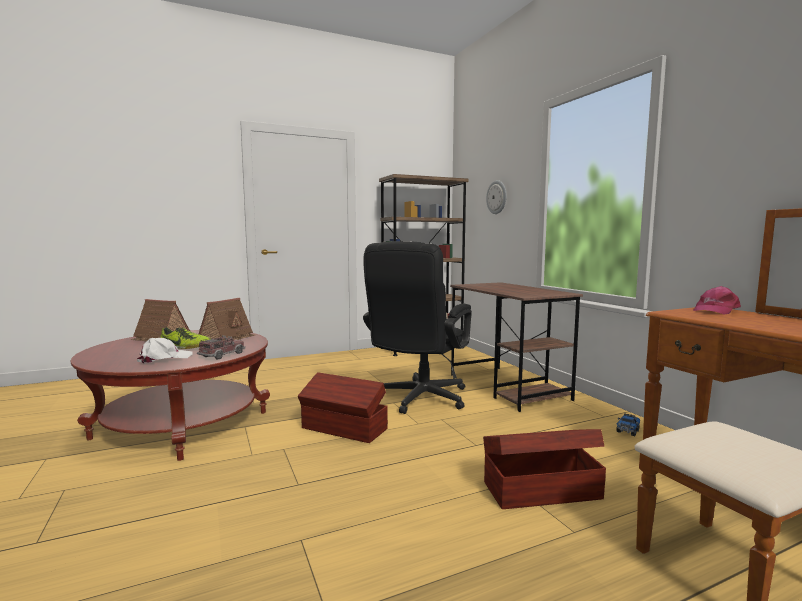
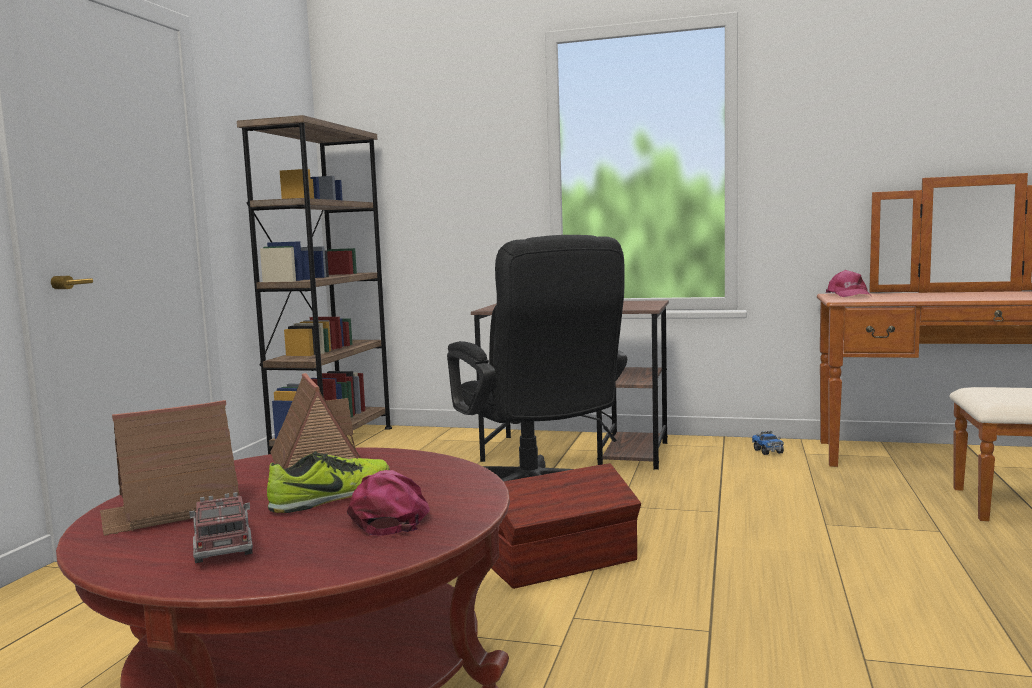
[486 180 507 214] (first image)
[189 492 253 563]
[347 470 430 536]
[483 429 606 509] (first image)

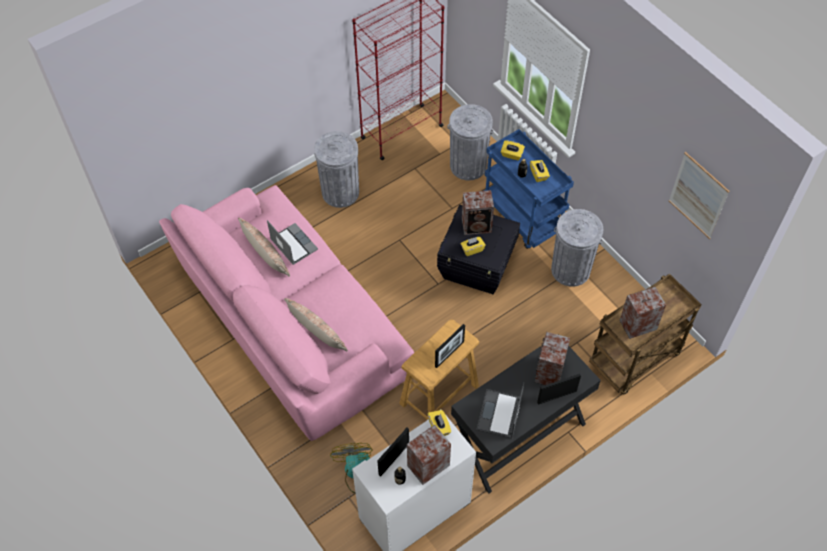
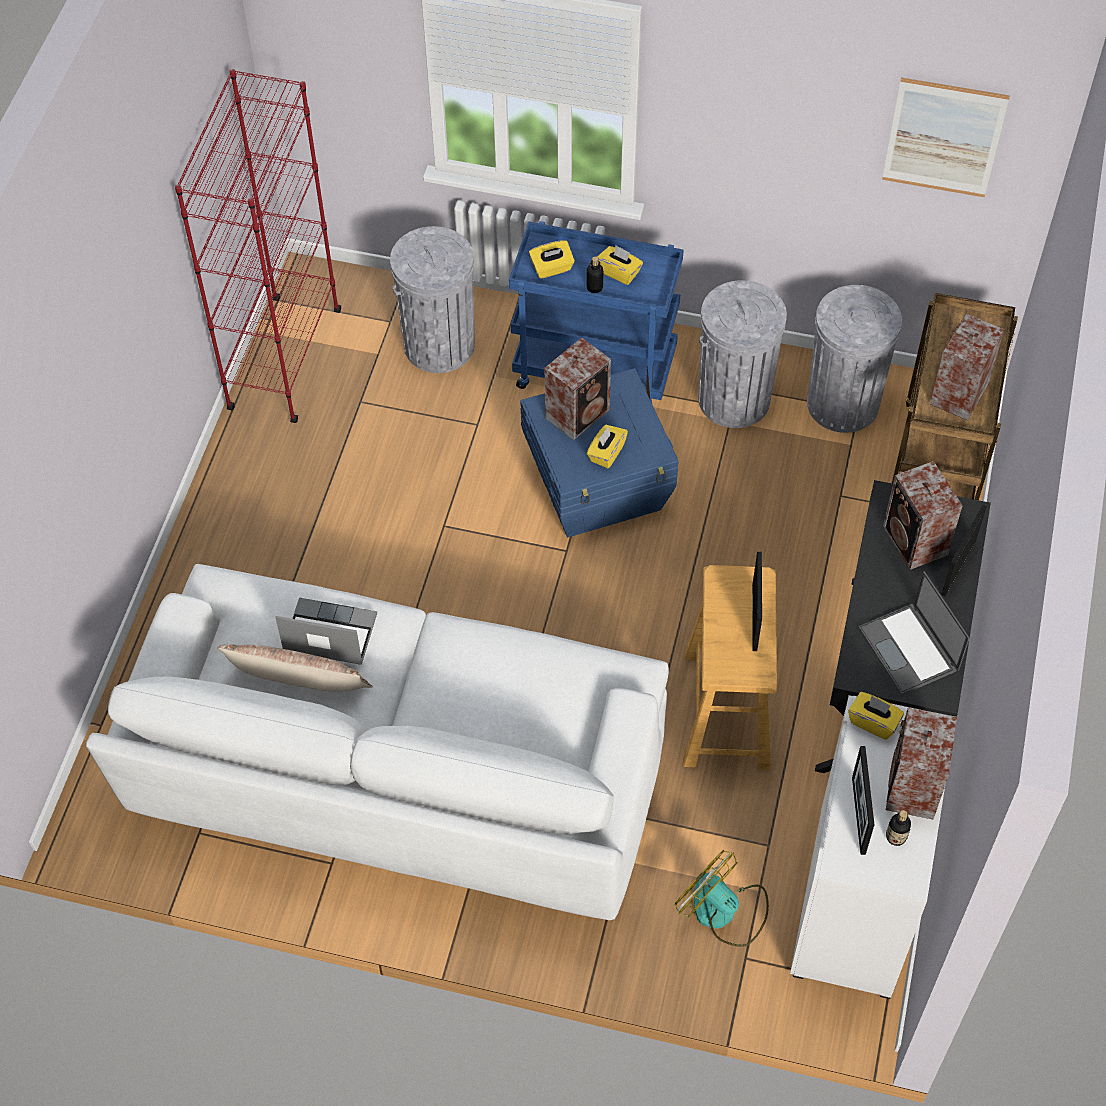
[807 285 902 433]
[86 564 669 920]
[520 368 678 537]
[284 298 348 352] (first image)

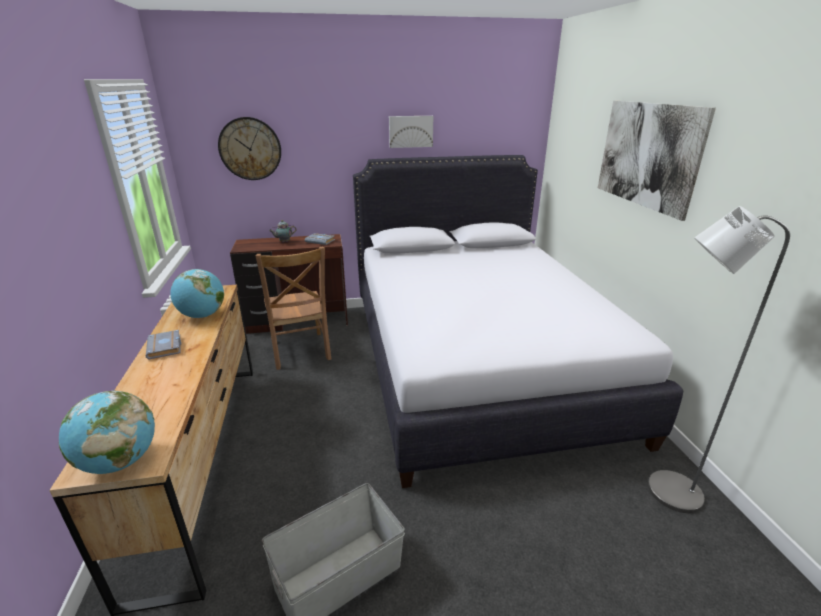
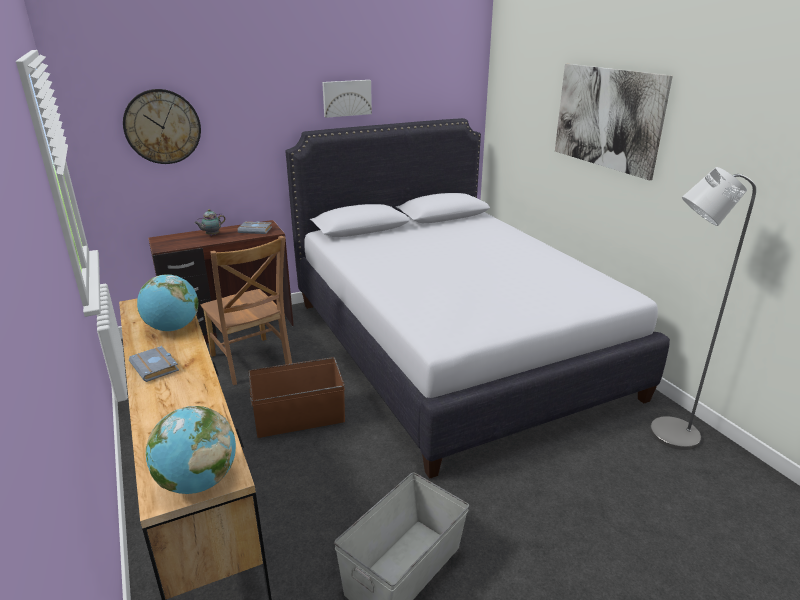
[248 357 345 438]

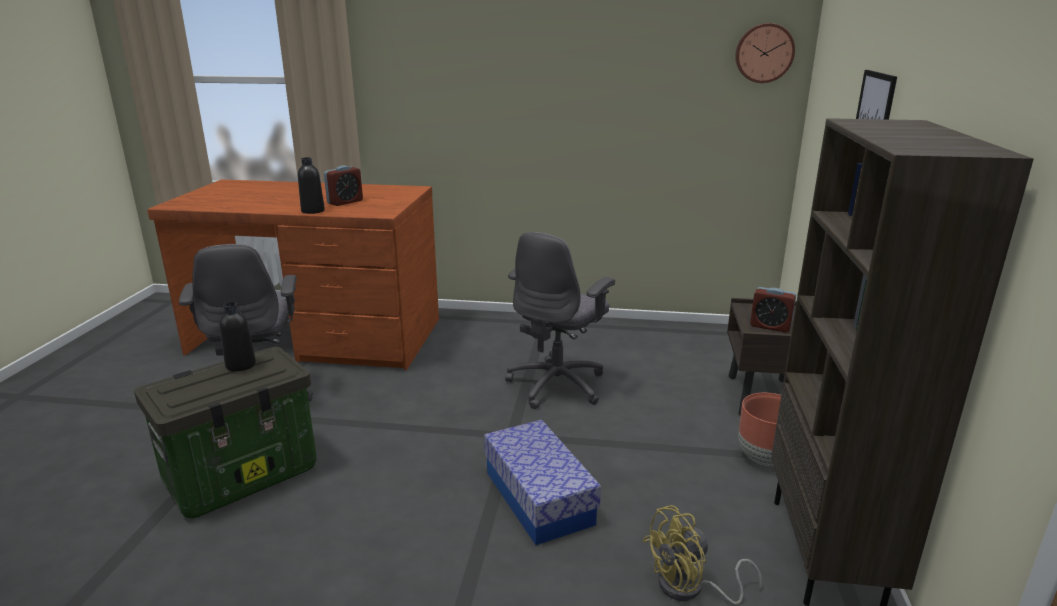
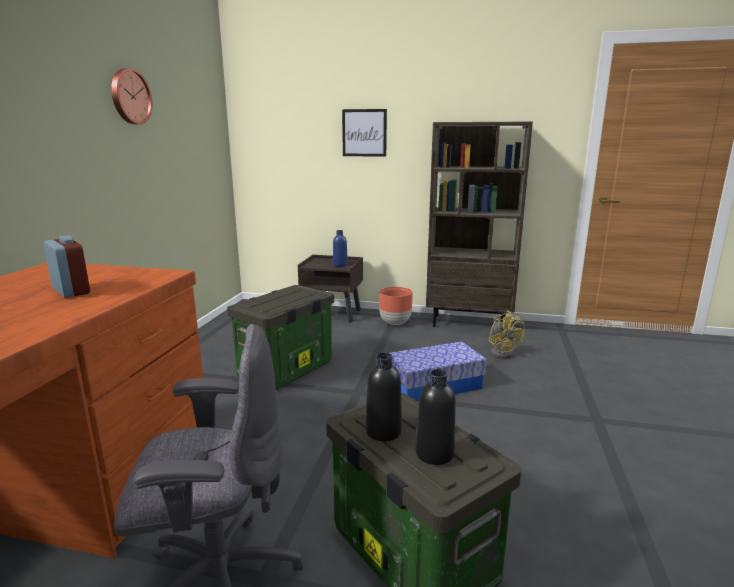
[111 68 152 124]
[415 369 456 465]
[227 285 334 390]
[333 230 348 266]

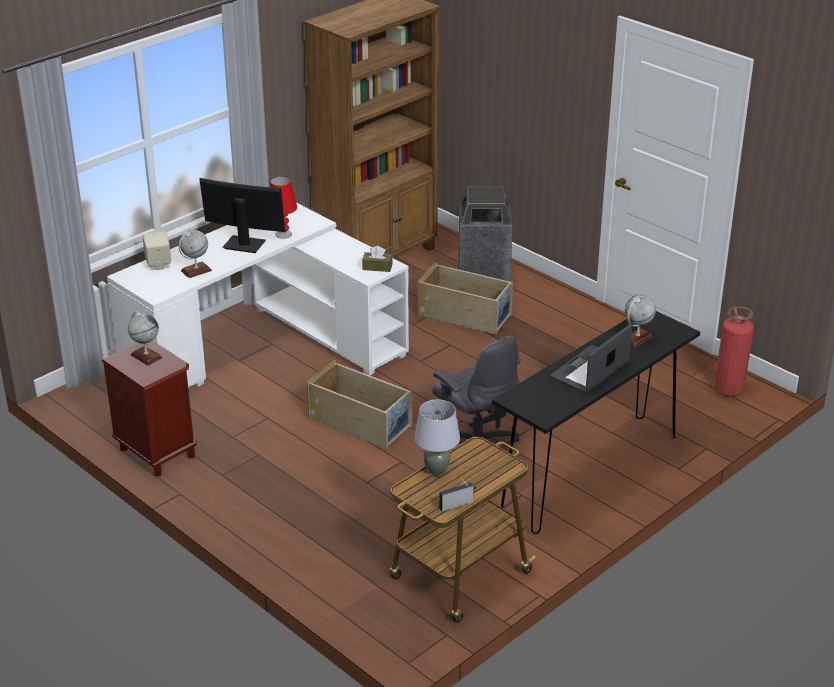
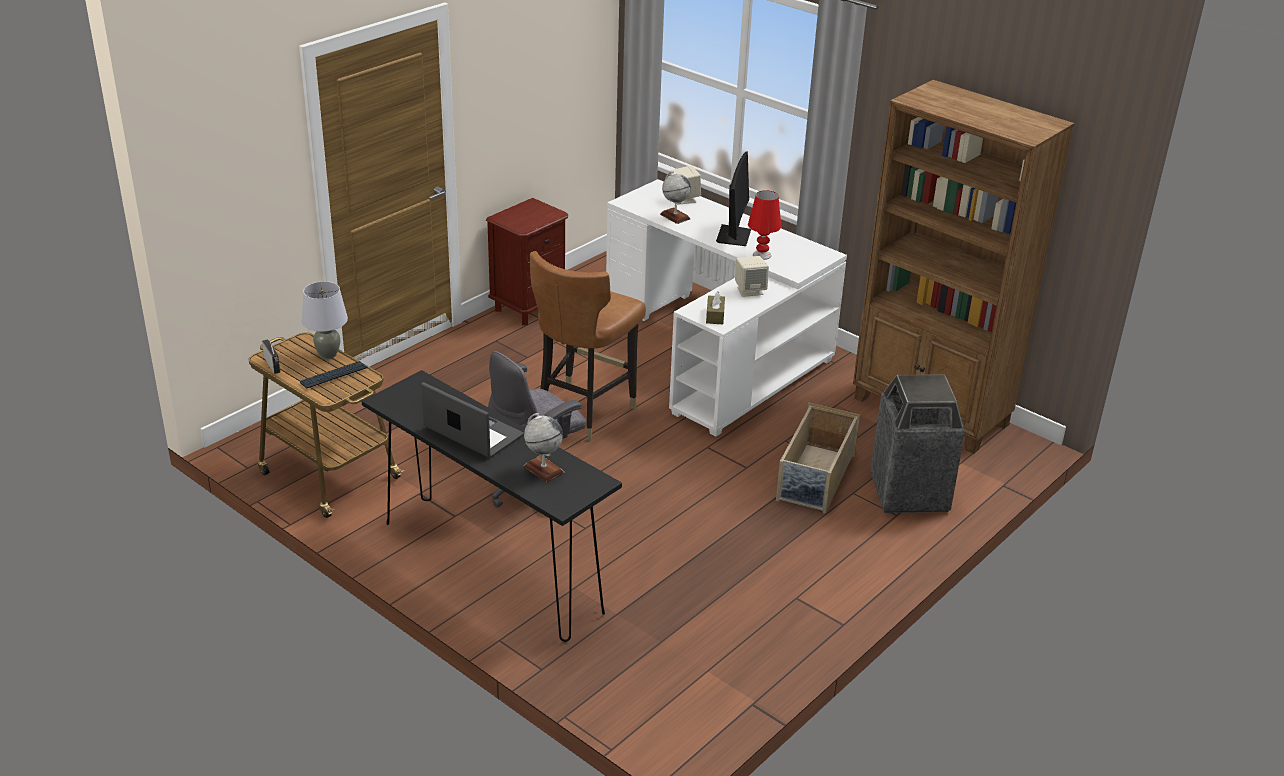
[714 306 754 396] (first image)
[128 311 163 366] (first image)
[530 251 646 441]
[735 256 769 297]
[300 361 368 389]

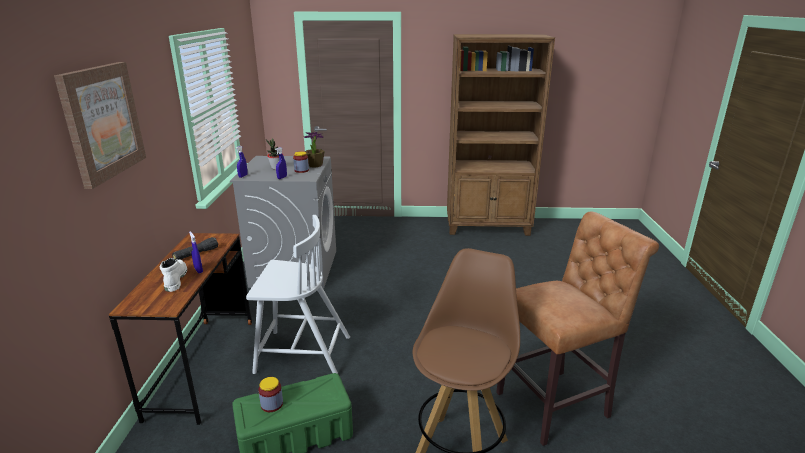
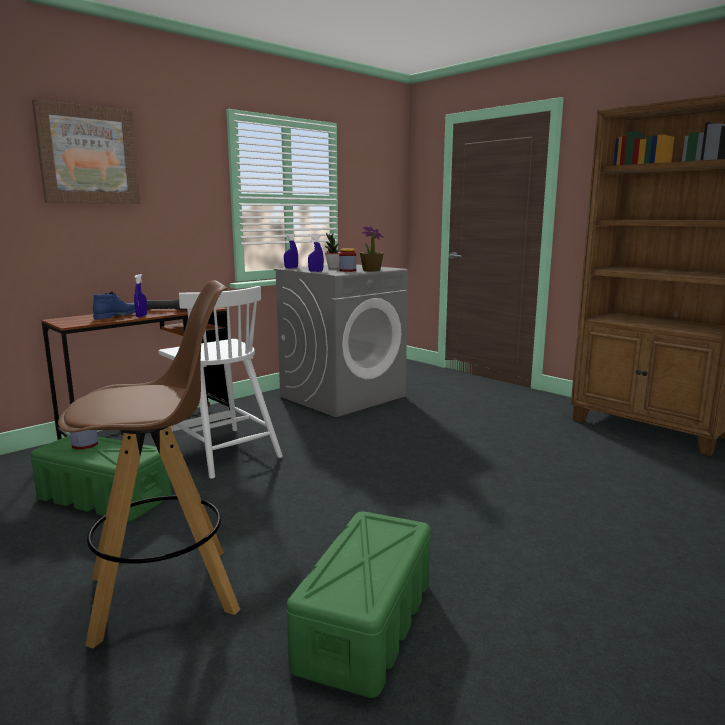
[287 511 431 698]
[93 291 135 320]

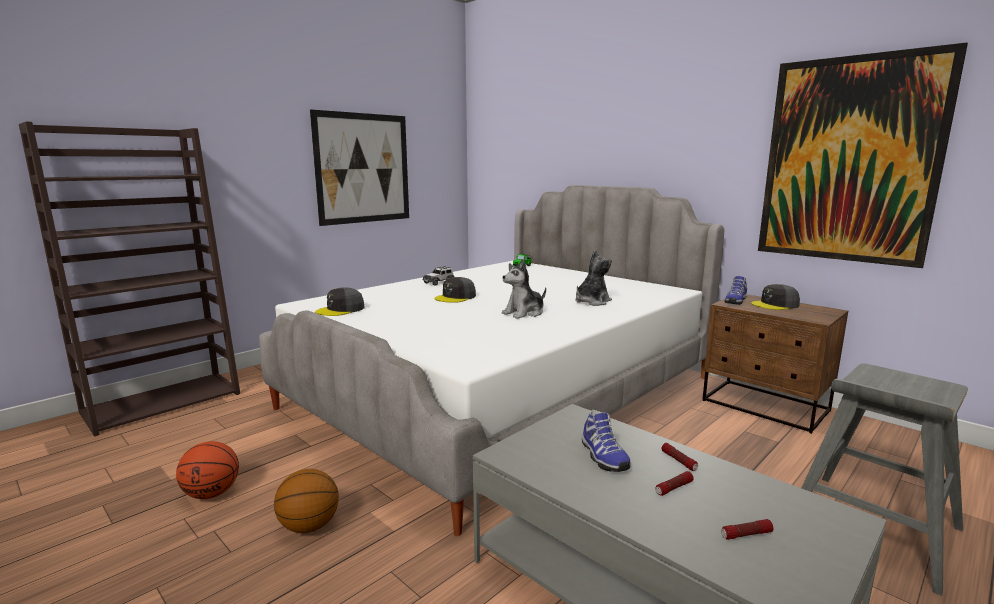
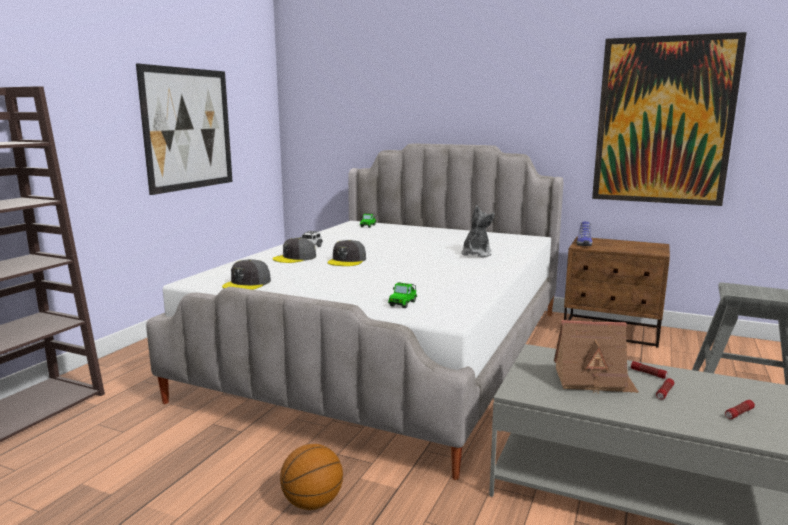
[502 259 546 319] (first image)
[272 238 316 263]
[554 320 639 393]
[176 441 239 499] (first image)
[388 282 417 308]

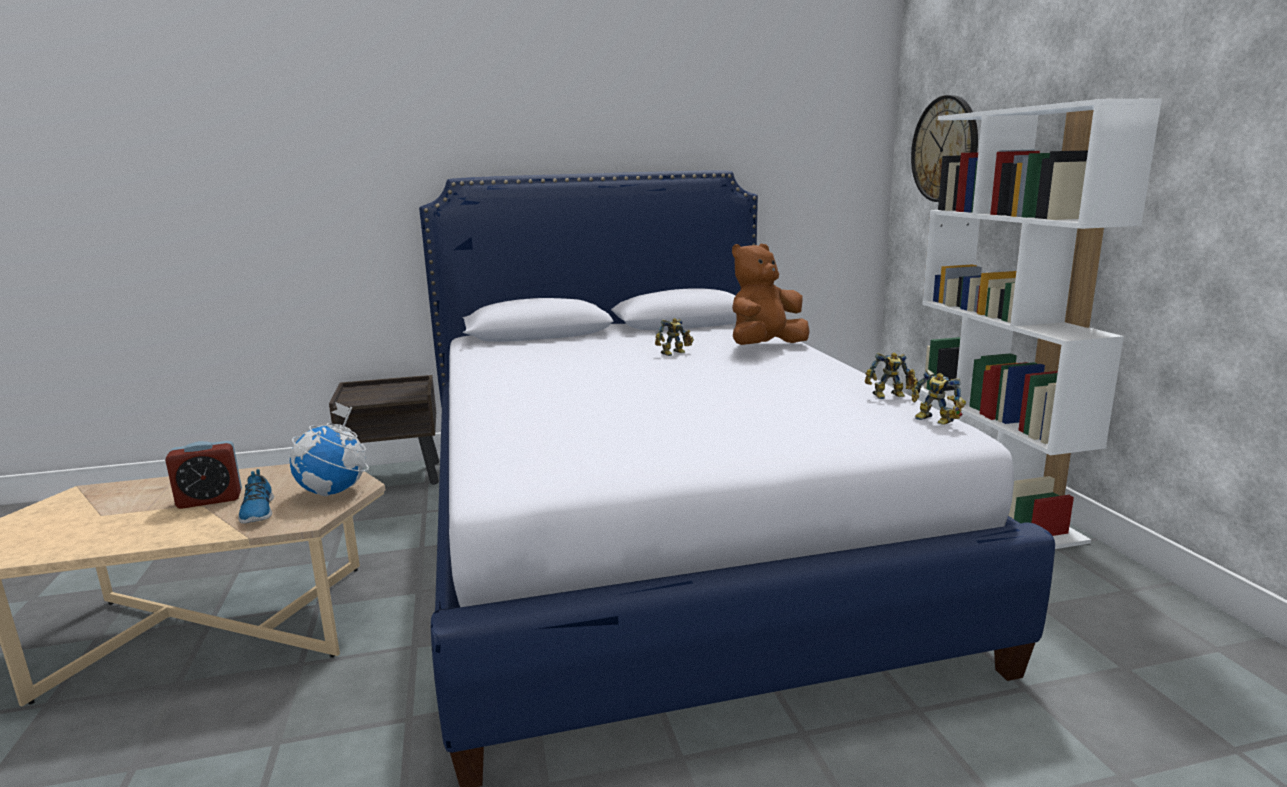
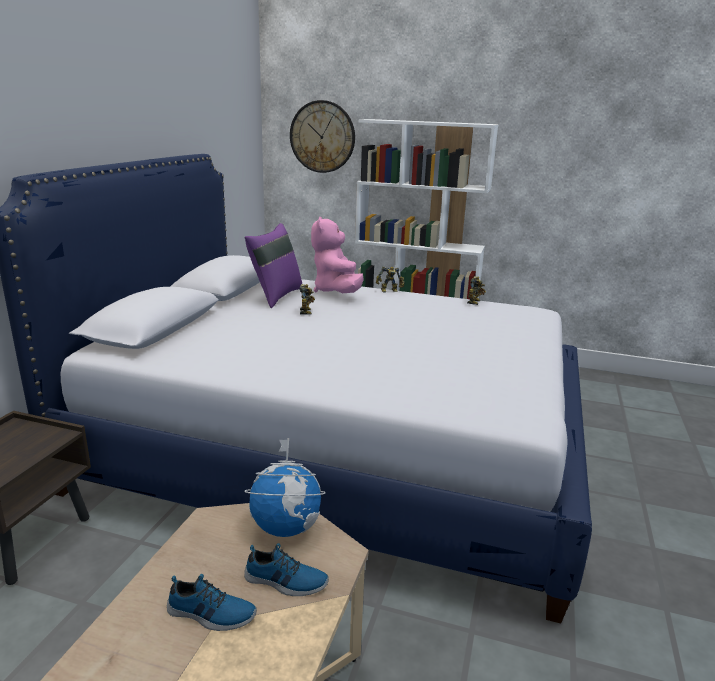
[311 217 364 293]
[376 266 404 293]
[167 574 257 631]
[245 223 302 308]

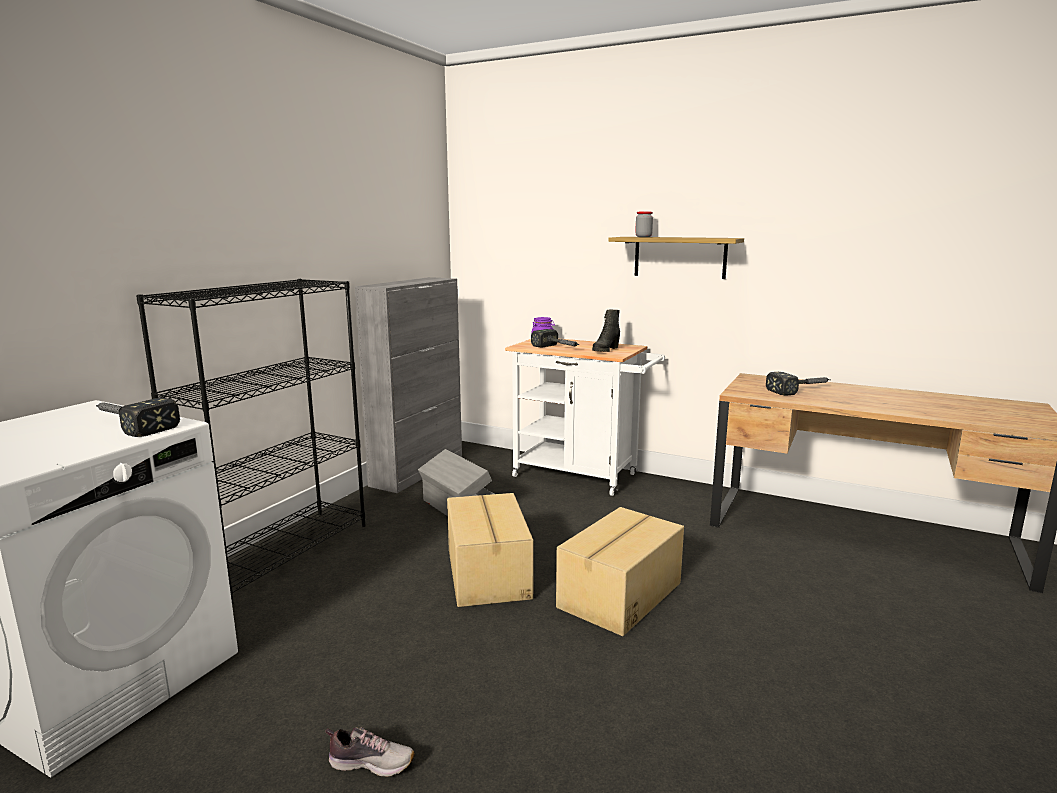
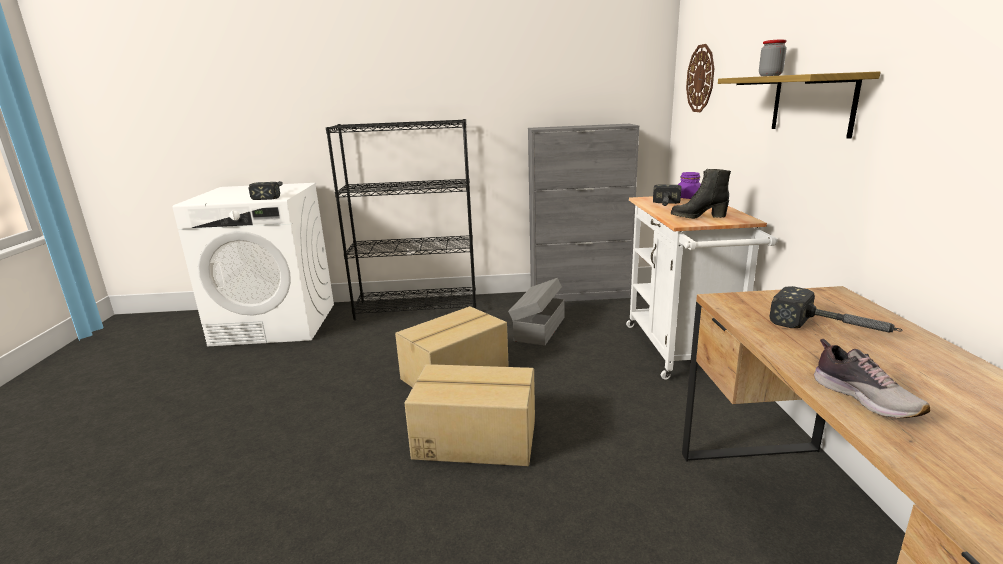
[814 339 930 418]
[686 44 714 112]

